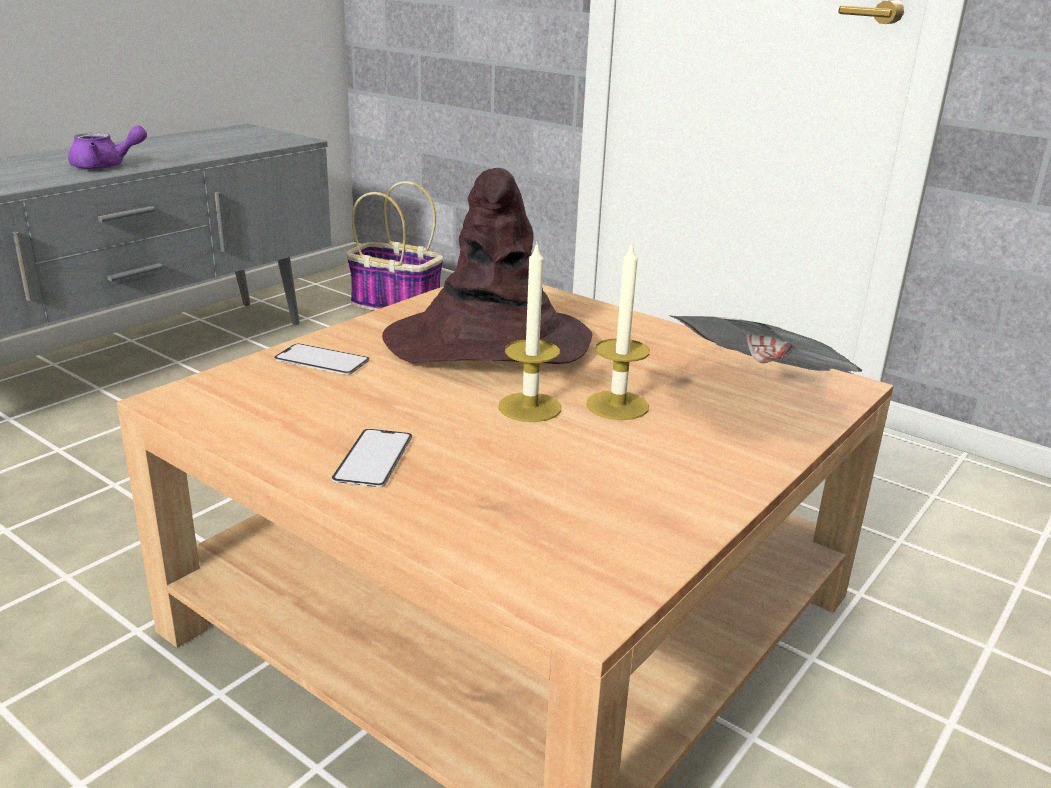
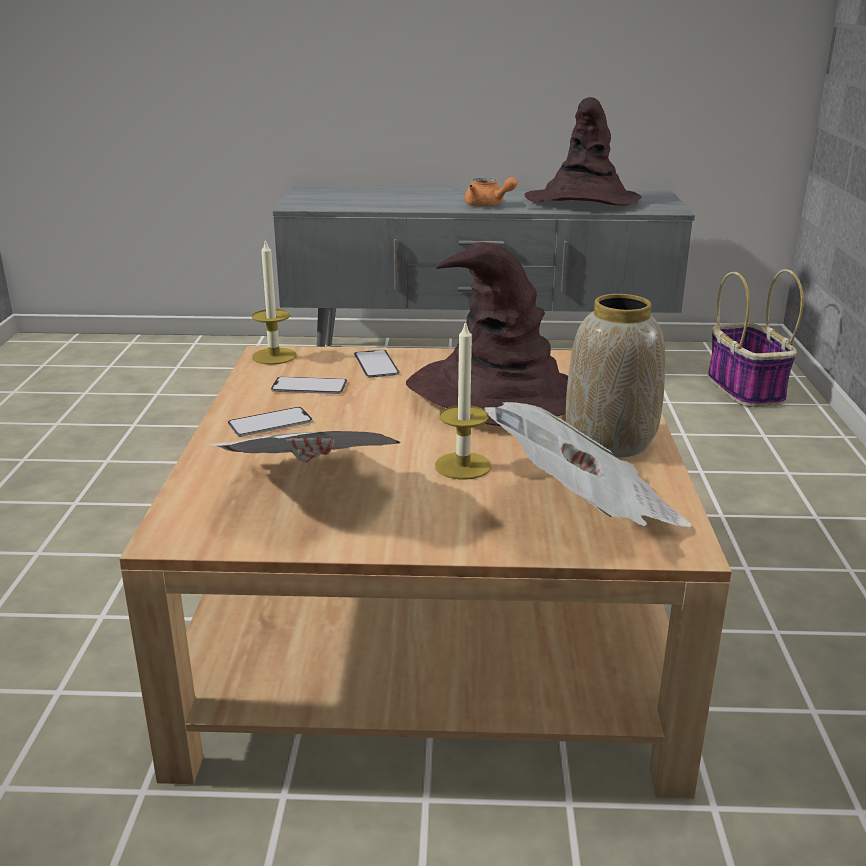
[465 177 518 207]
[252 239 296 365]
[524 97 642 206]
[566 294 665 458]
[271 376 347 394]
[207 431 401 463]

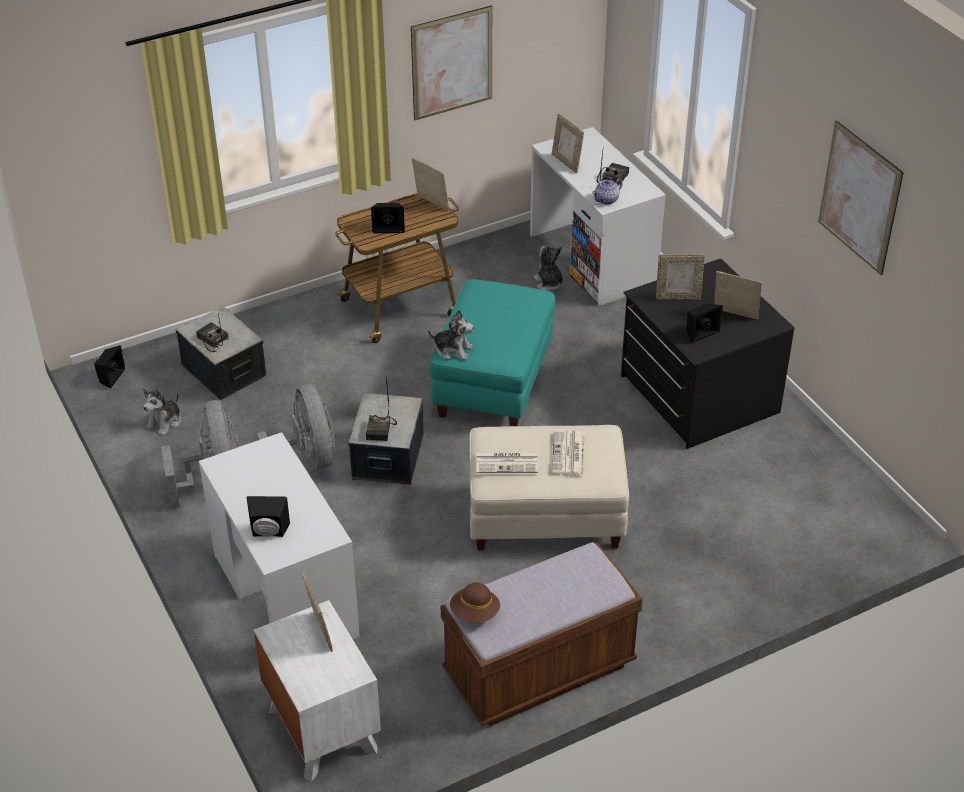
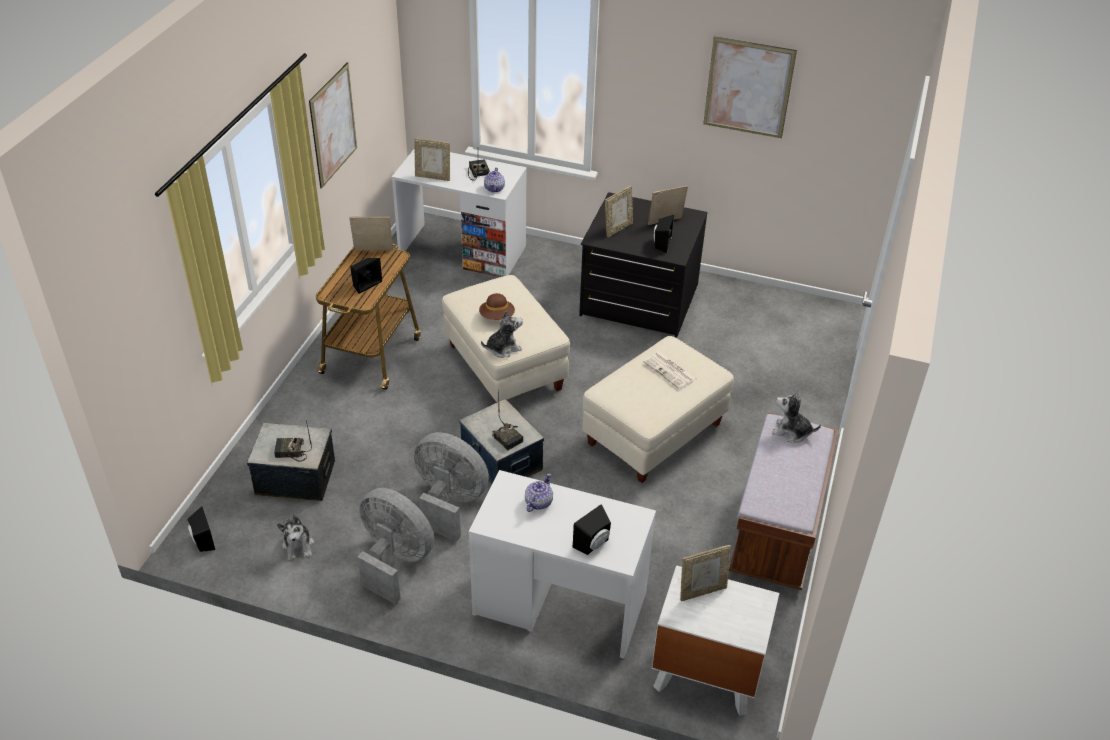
[772 389 821 443]
[442 275 570 403]
[476 452 538 473] (first image)
[680 545 731 601]
[479 293 515 320]
[525 473 553 512]

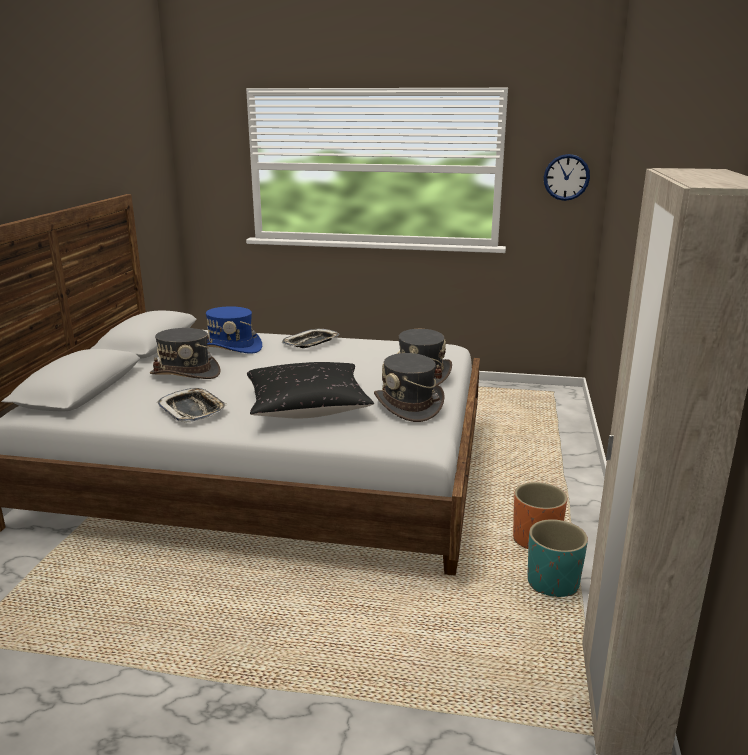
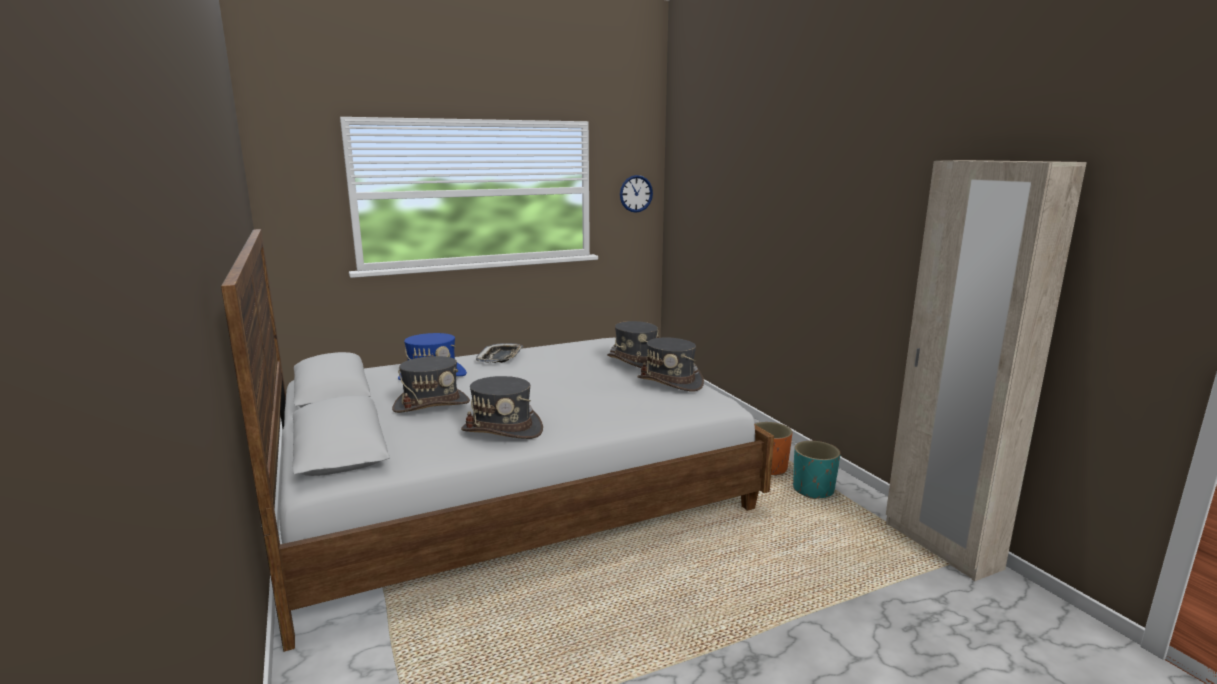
[247 362 374 418] (first image)
[461 376 543 439]

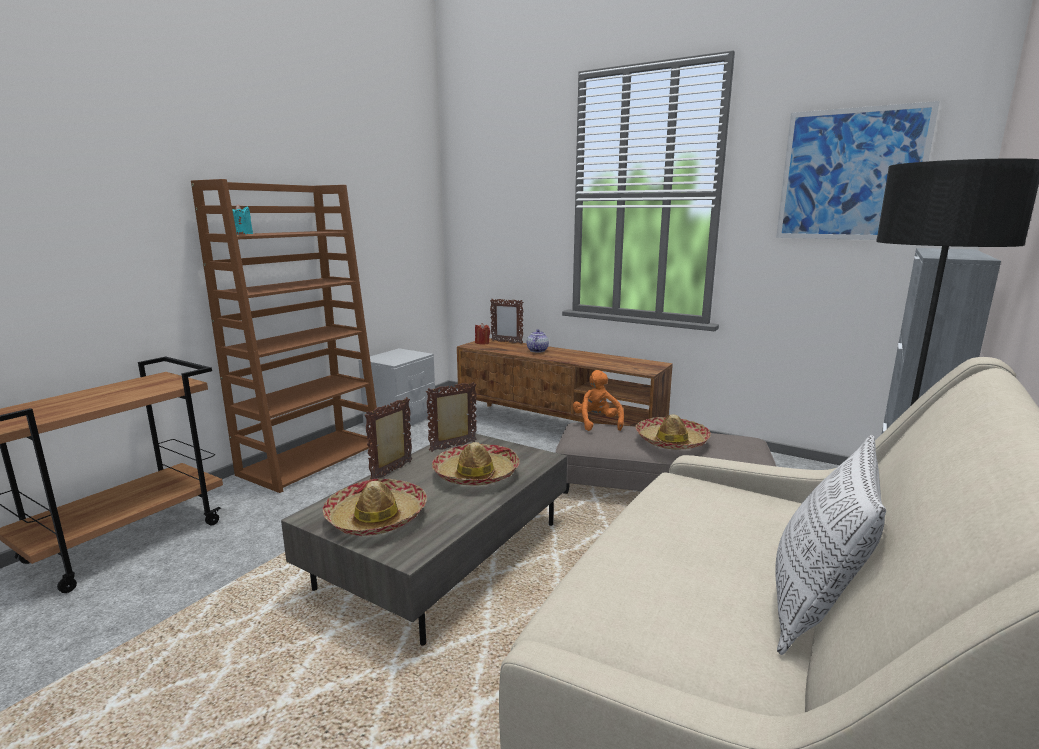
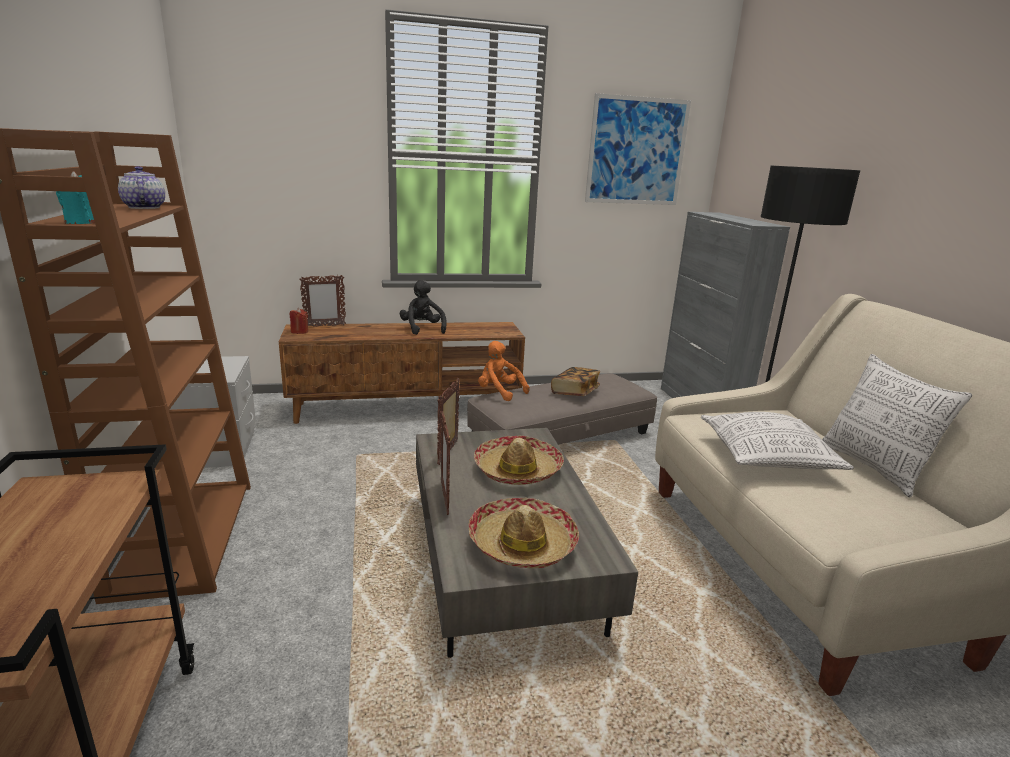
[118 166 165 209]
[551 367 600 396]
[400 280 446 335]
[701 412 854 470]

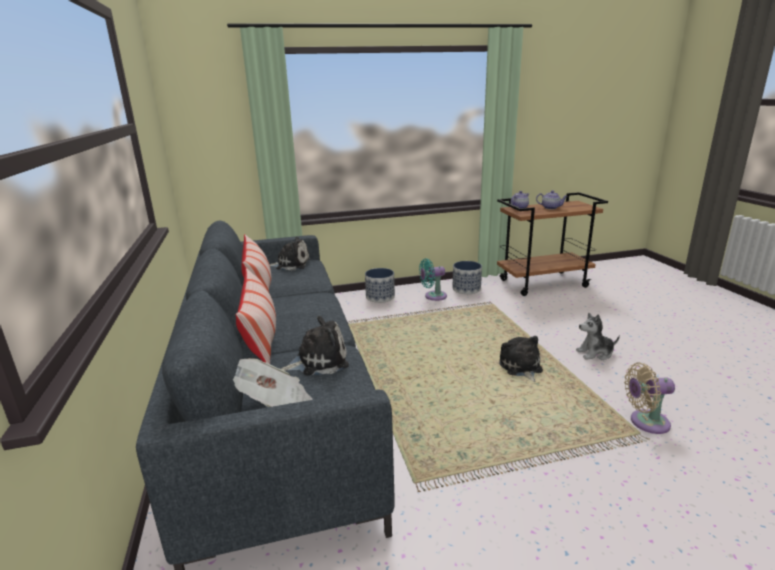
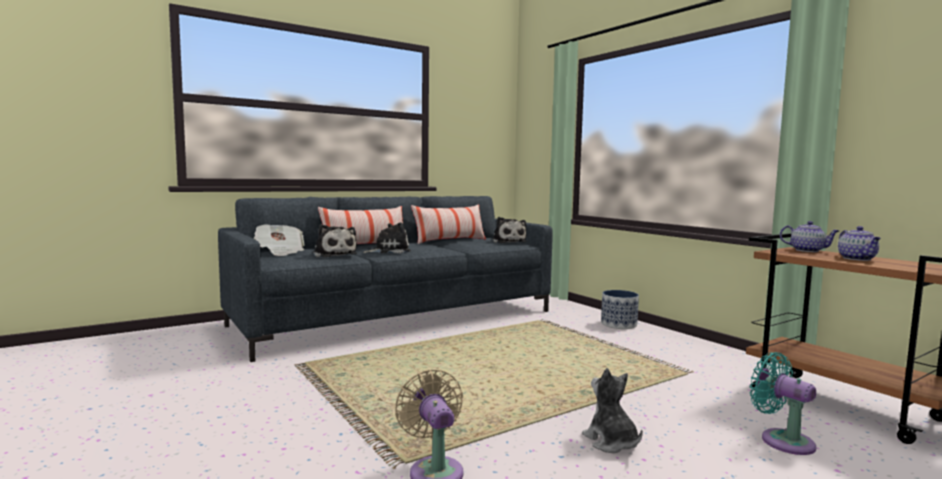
[750 352 816 455]
[453 261 482 294] (first image)
[363 222 411 253]

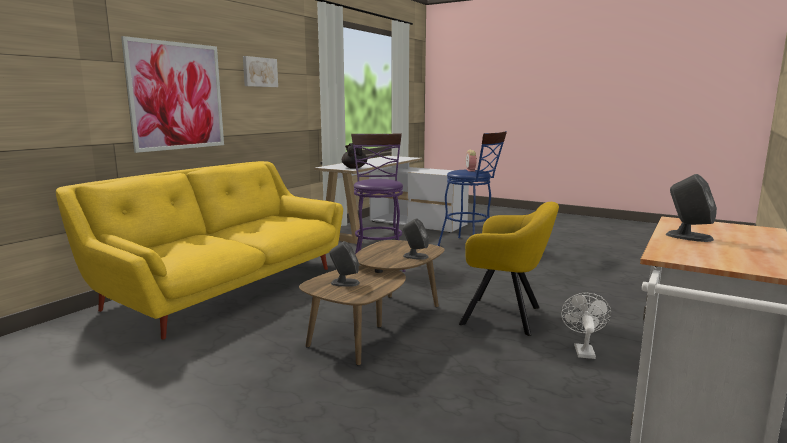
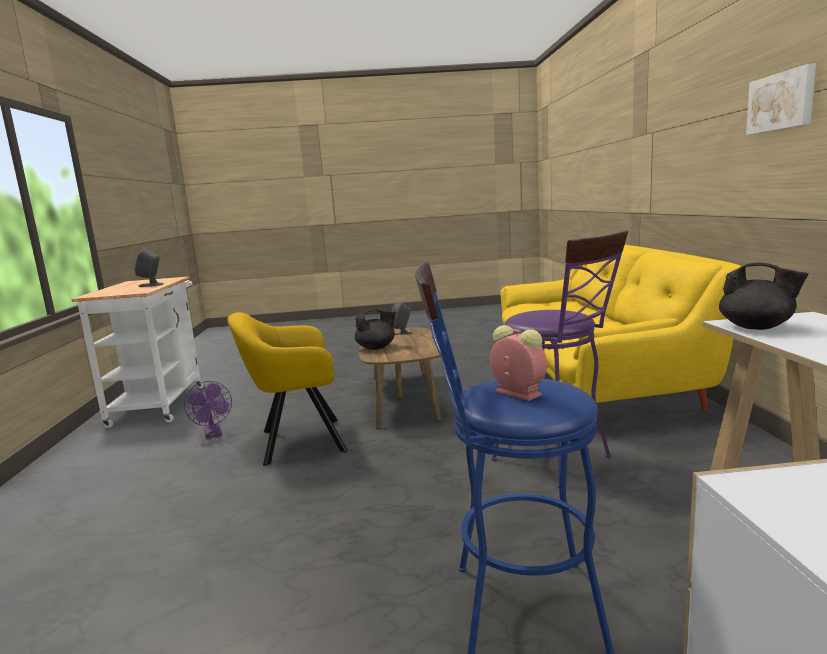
[121 36 224 153] (first image)
[355 309 396 350]
[184 381 232 439]

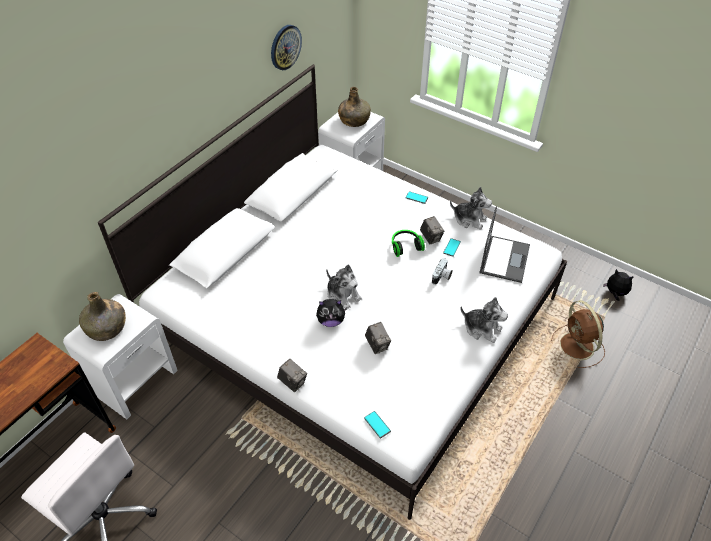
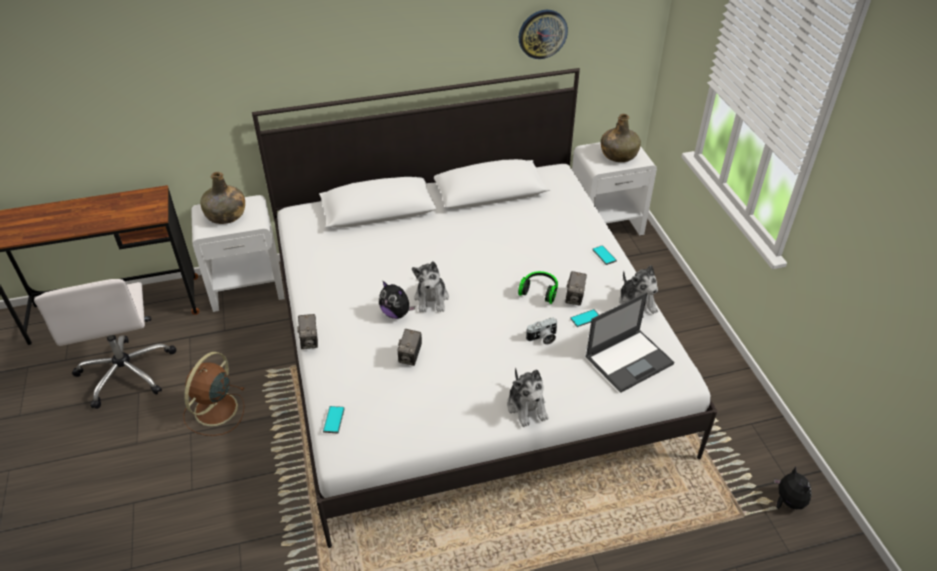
[183 352 245 436]

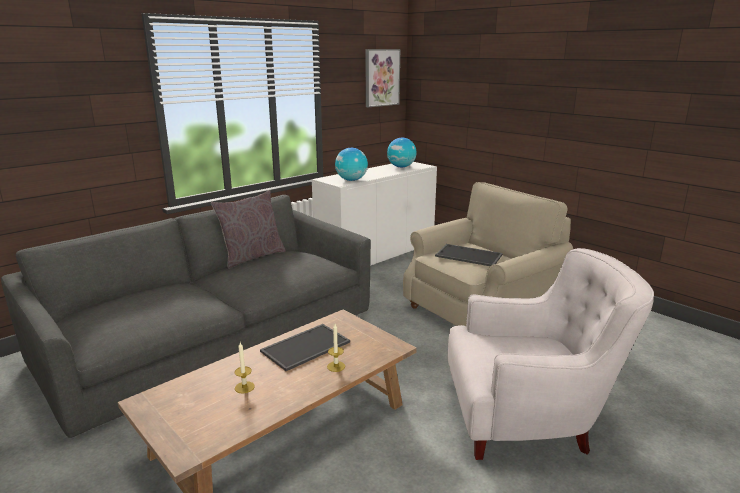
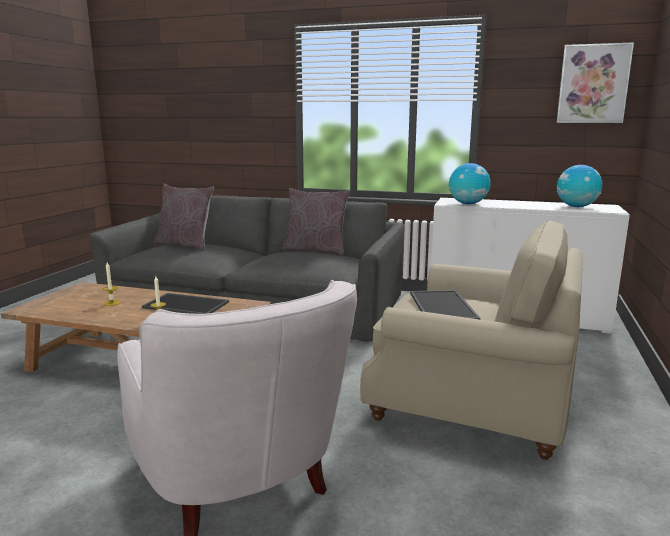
[154 184 214 250]

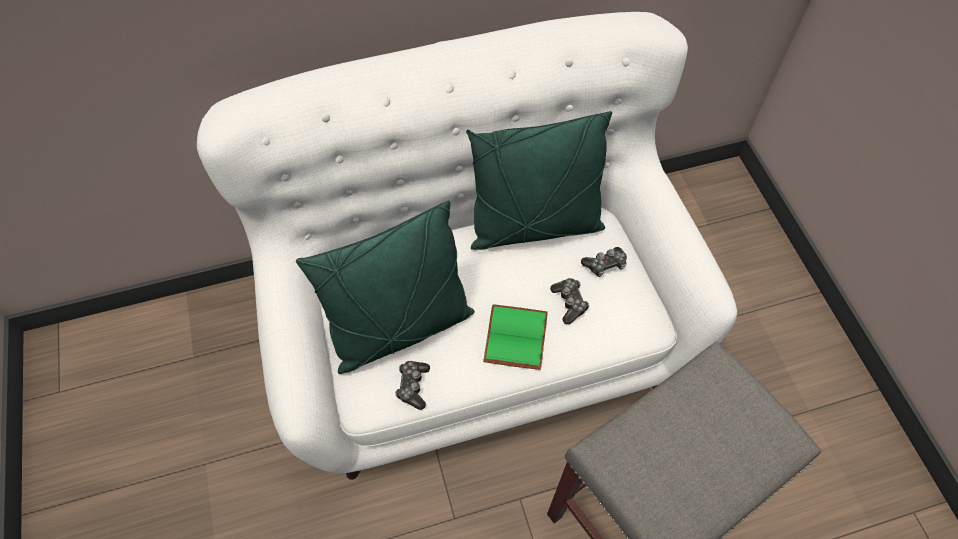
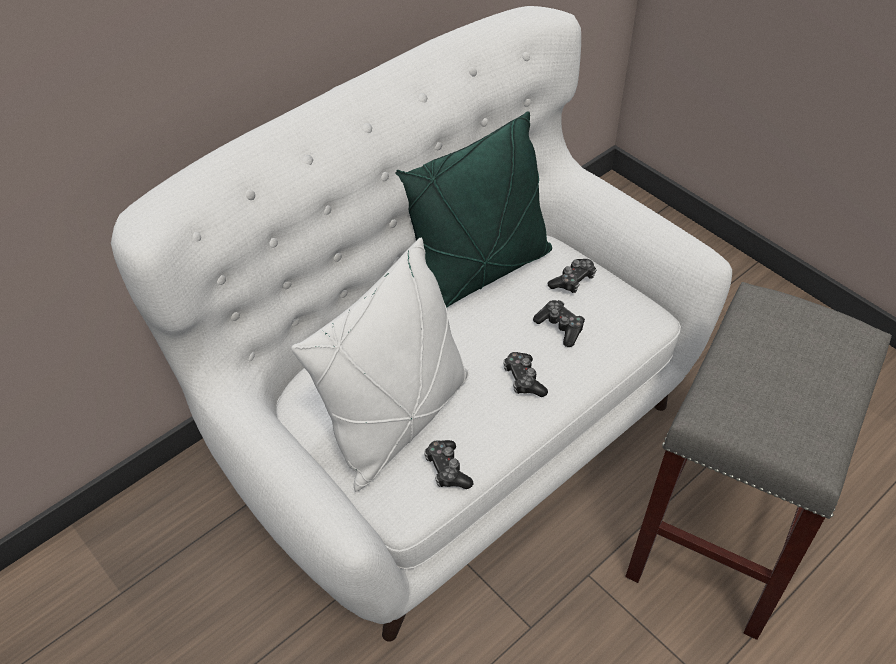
[291 238 469 492]
[503 352 548 397]

